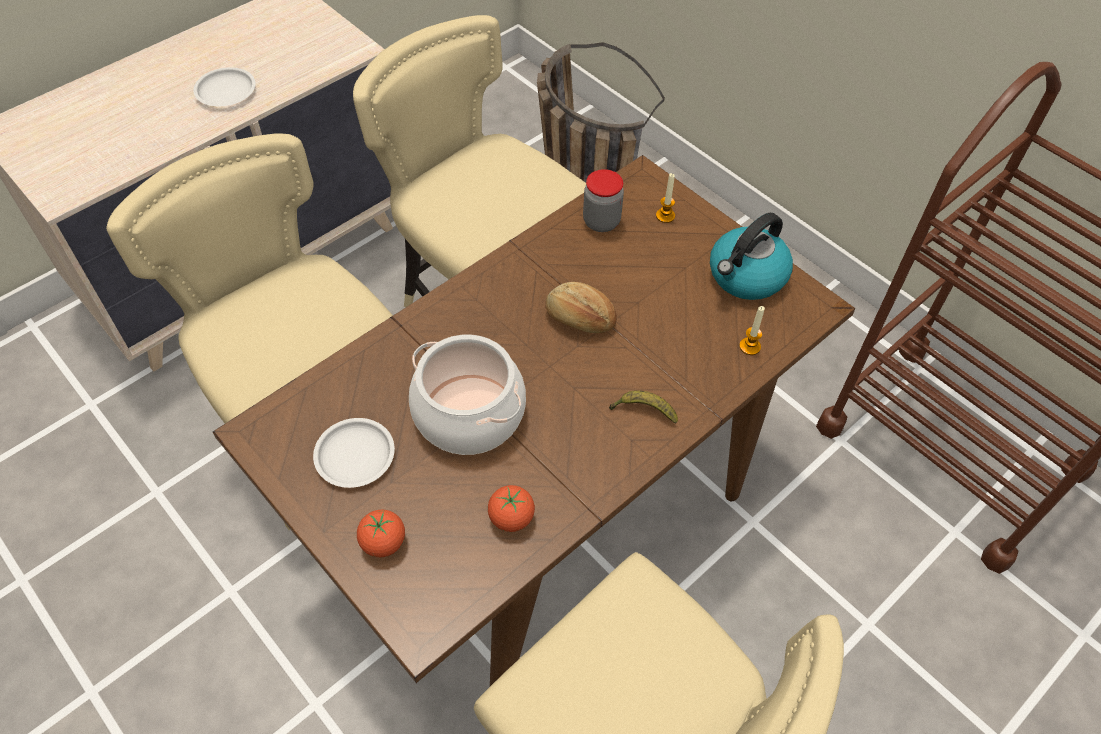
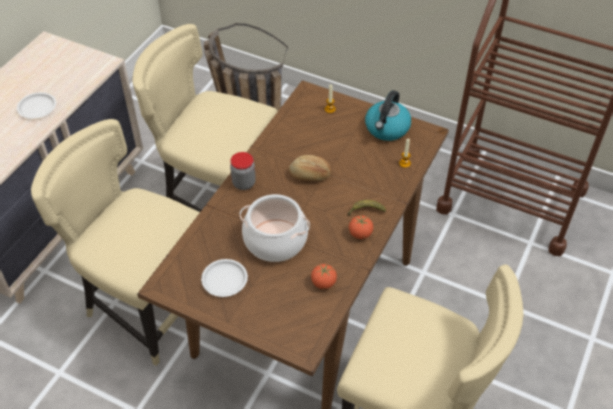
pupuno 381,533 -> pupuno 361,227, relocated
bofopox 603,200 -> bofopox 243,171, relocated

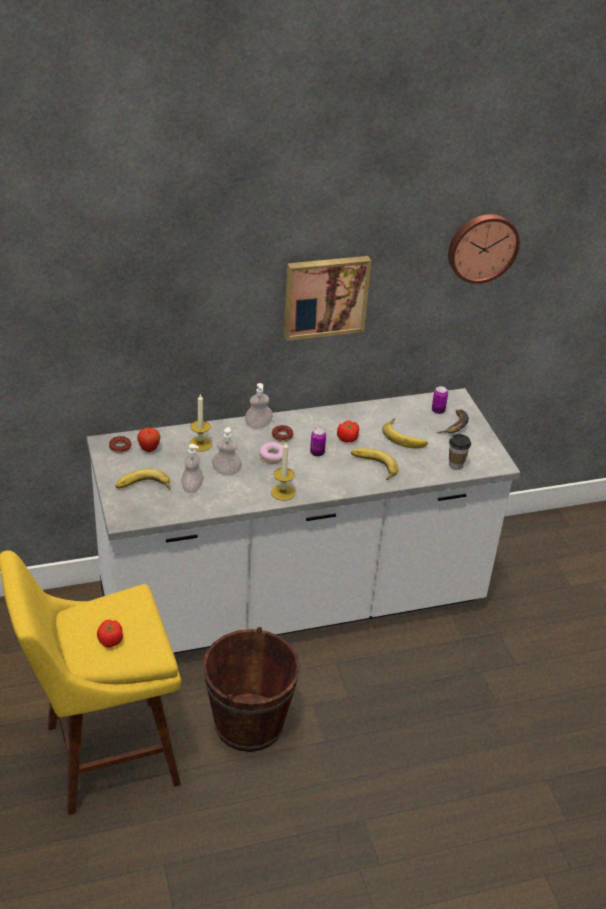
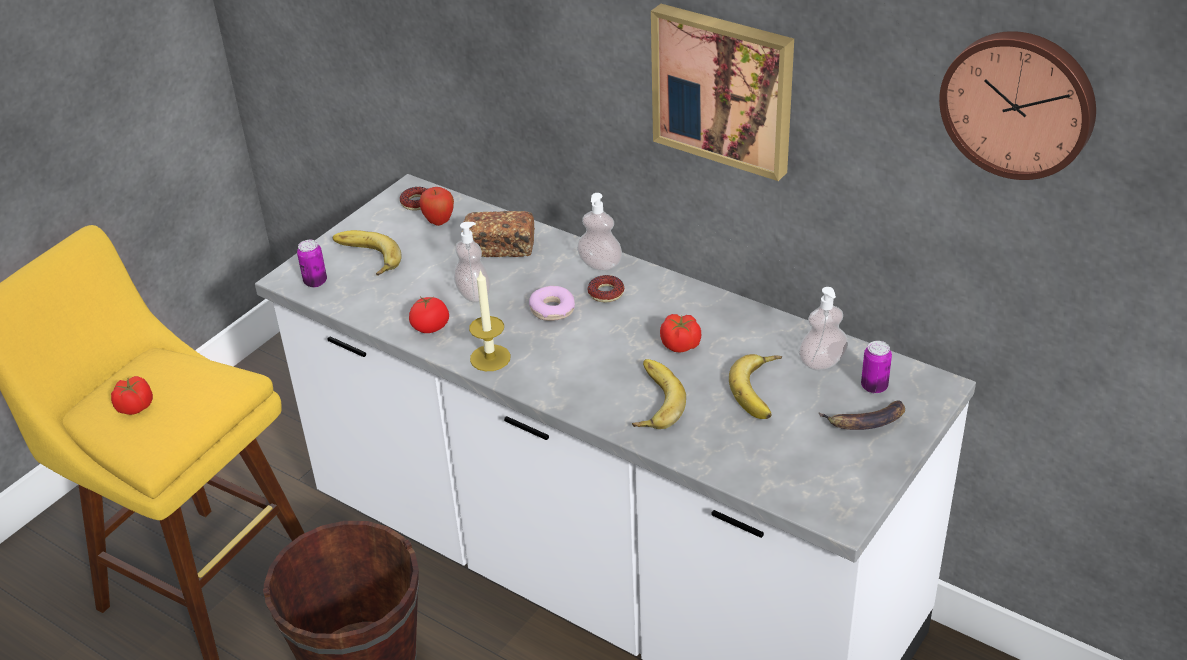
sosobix 460,452 -> none
none -> pupuno 429,314
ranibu 192,468 -> ranibu 823,328, relocated
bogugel 318,442 -> bogugel 312,263, relocated
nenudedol 200,423 -> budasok 498,234

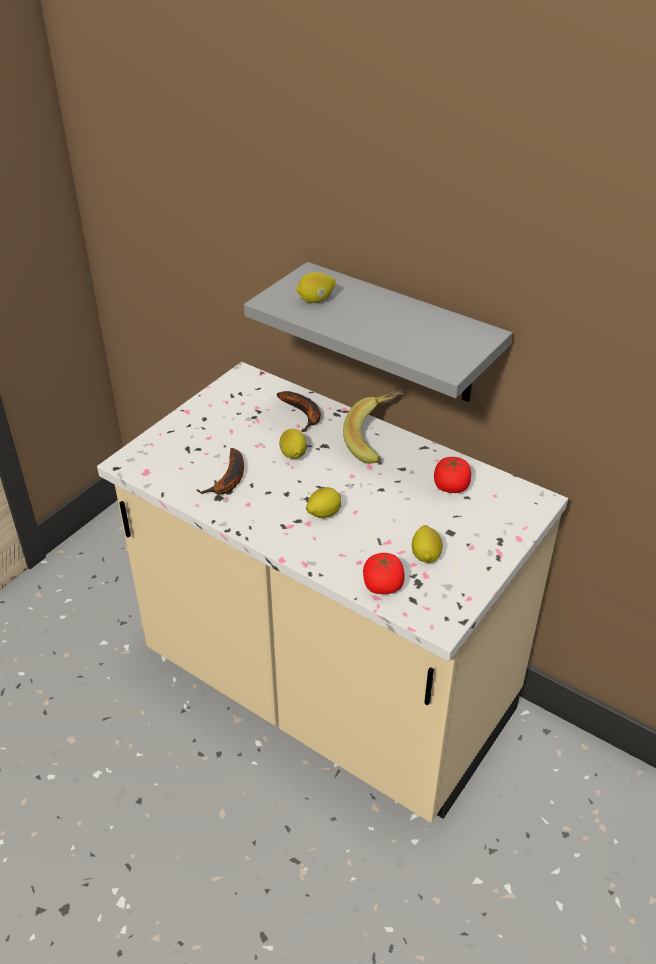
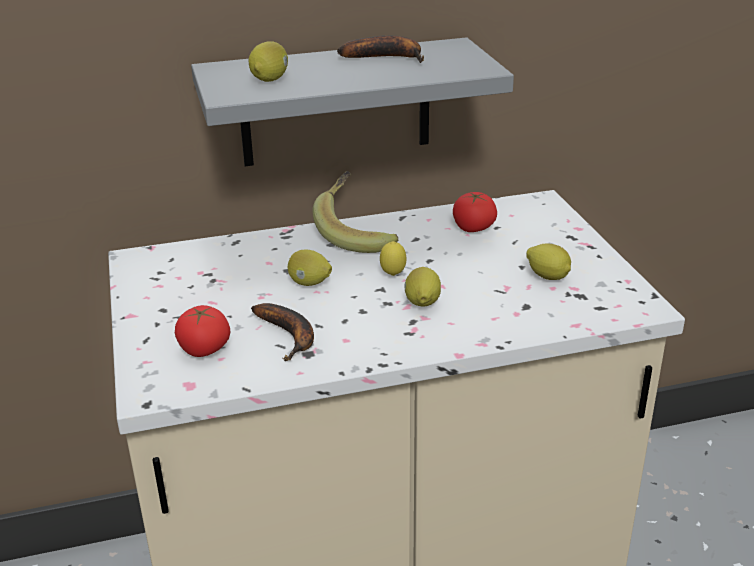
none -> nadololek 393,258
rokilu 299,411 -> rokilu 380,49, relocated
pupuno 384,573 -> pupuno 202,331, relocated

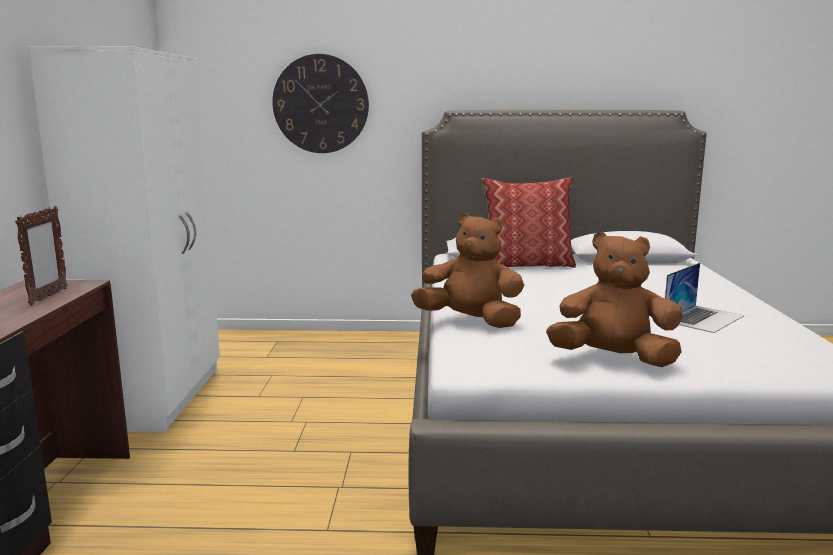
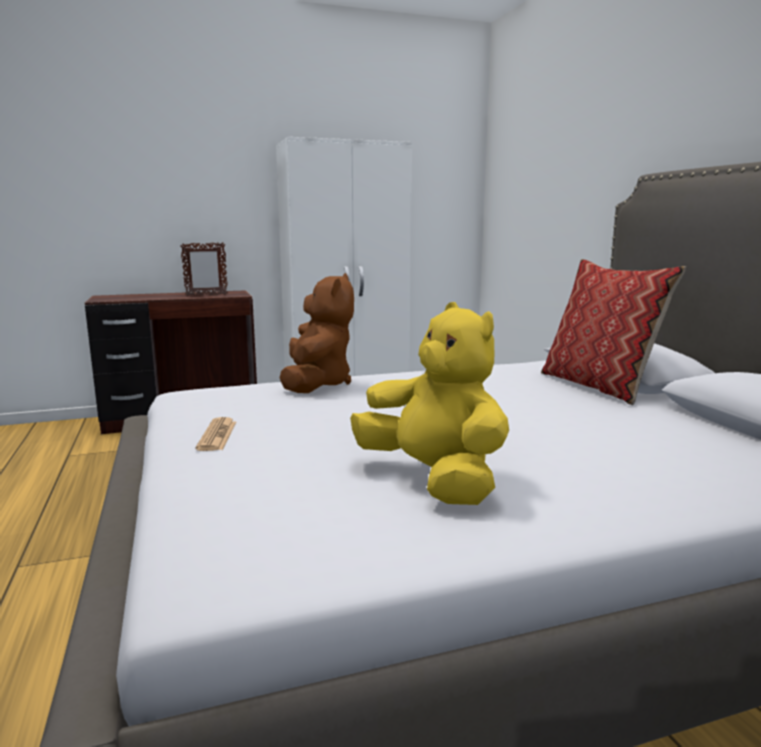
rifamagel 320,103 -> none
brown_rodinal 614,299 -> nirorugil 216,434
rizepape 704,298 -> yellow_rodinal 429,403

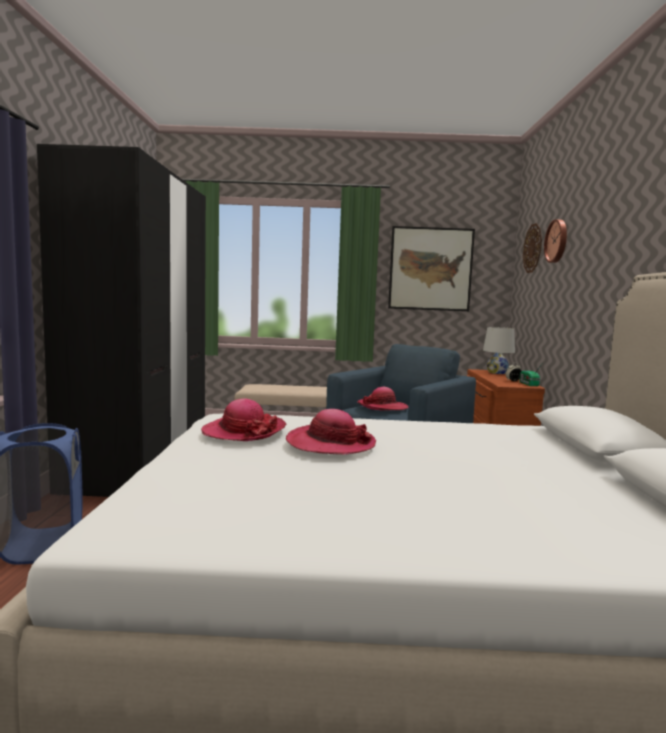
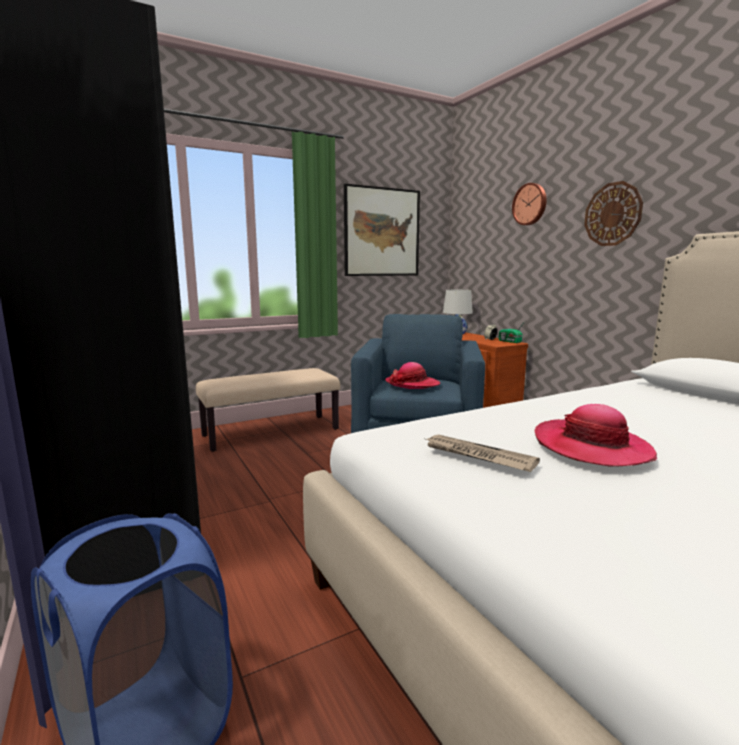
rifamagel 532,248 -> rifamagel 613,213, relocated
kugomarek 244,420 -> nirorugil 483,453

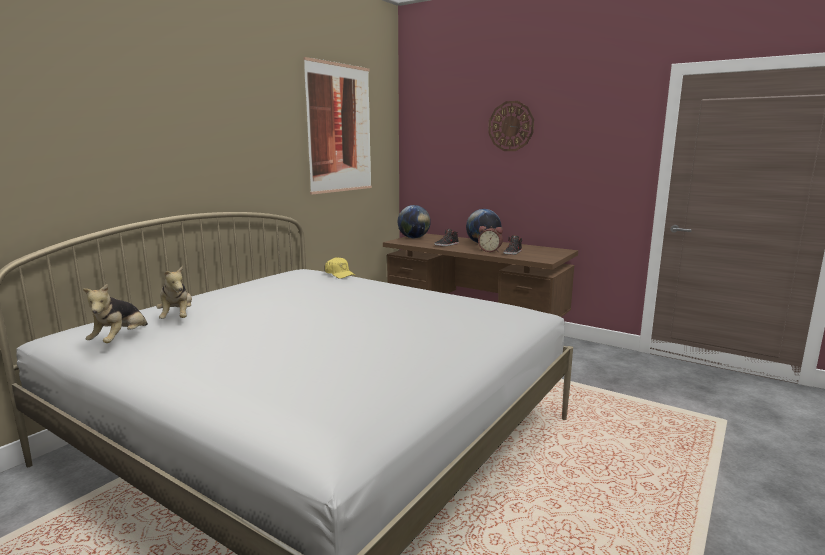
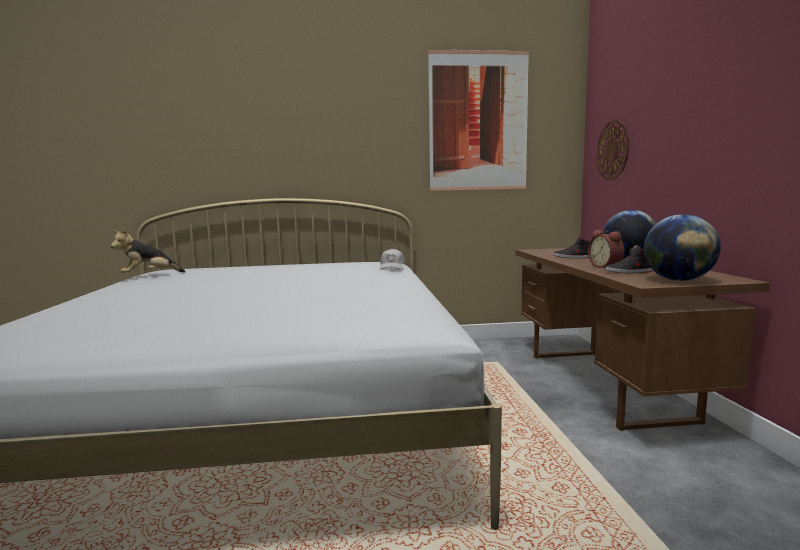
rodinal 174,292 -> none
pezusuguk 414,221 -> pezusuguk 682,247, relocated
rifamagel 511,126 -> rifamagel 612,150, relocated
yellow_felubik 340,268 -> white_felubik 392,258

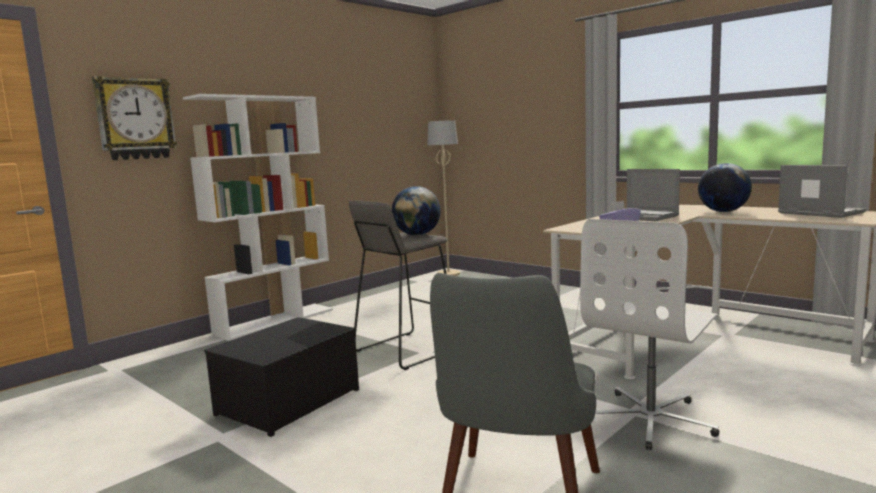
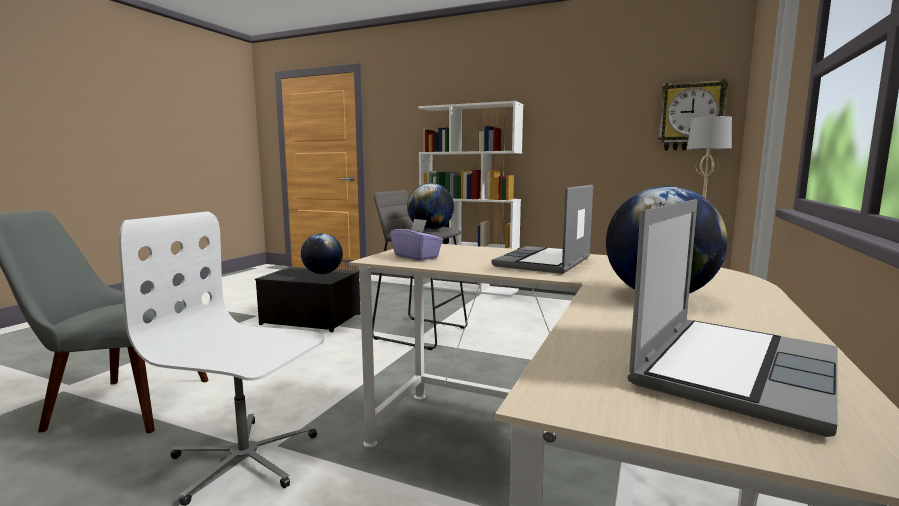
none -> pezusuguk 322,253
rifamagel 134,118 -> rifamagel 694,114, relocated

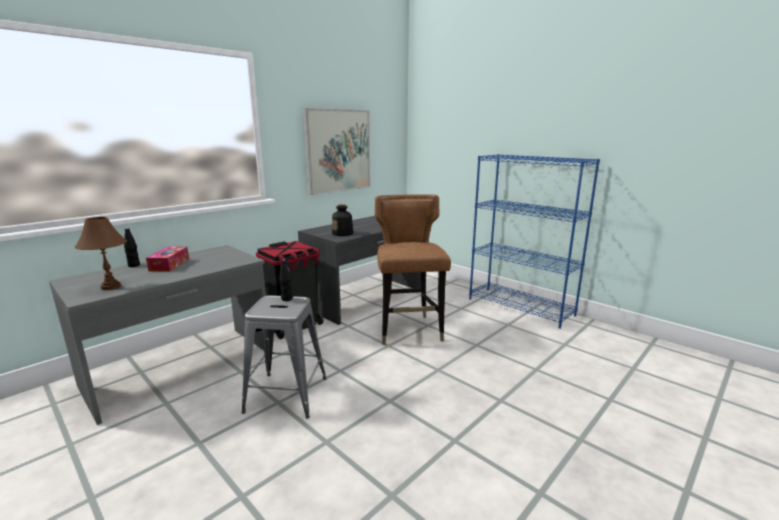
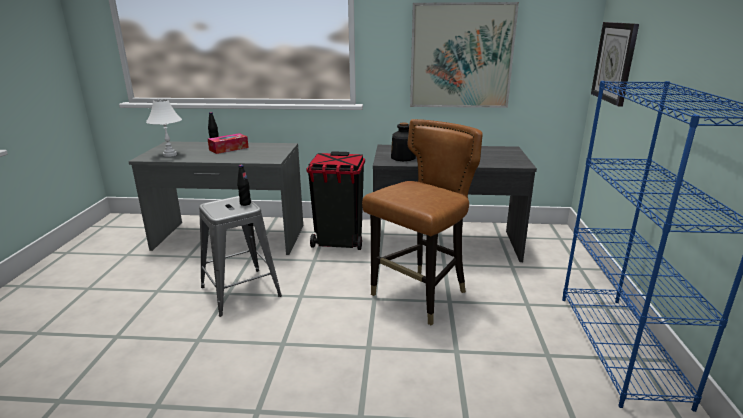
none -> rifamagel 615,64
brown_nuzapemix 101,253 -> white_nuzapemix 164,128

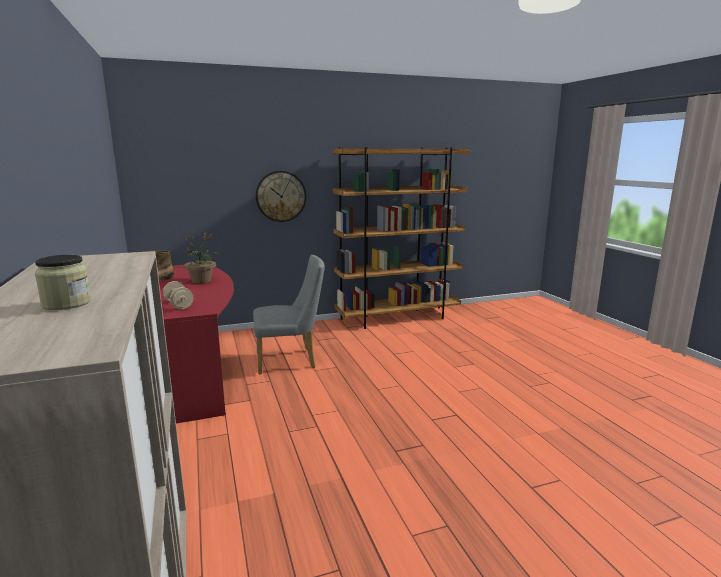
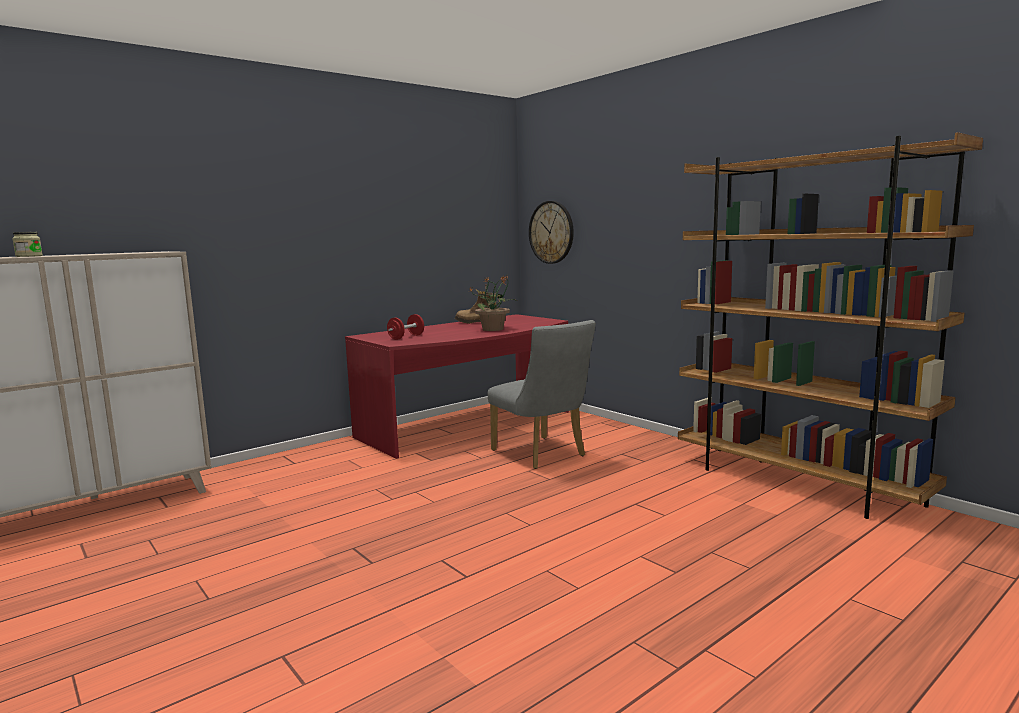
rifamagel 281,196 -> rifamagel 551,232, relocated
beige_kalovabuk 178,295 -> red_kalovabuk 405,327

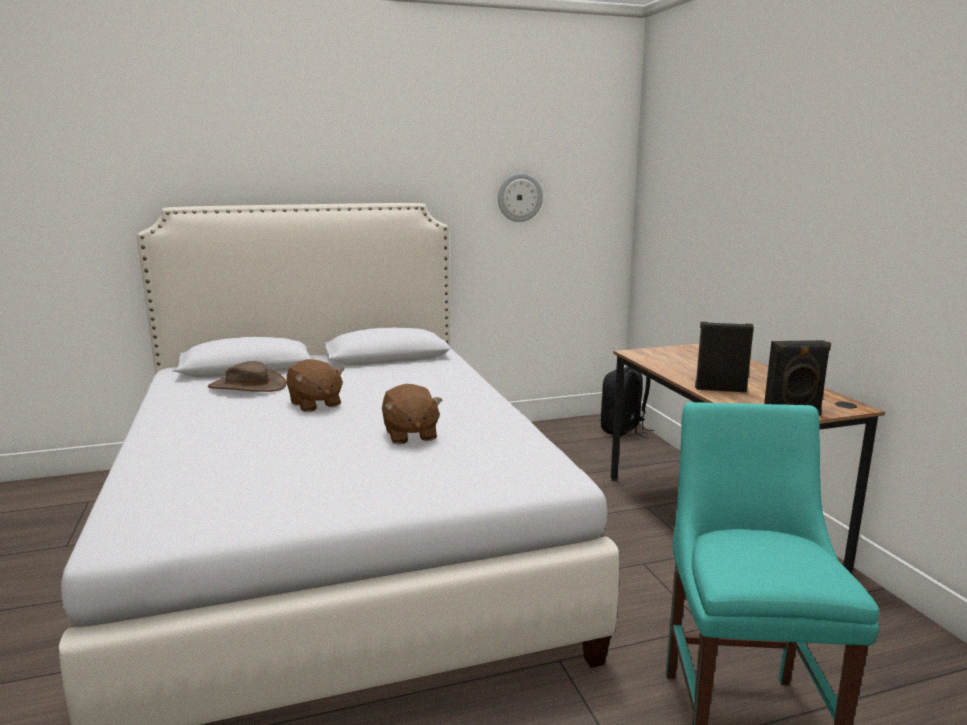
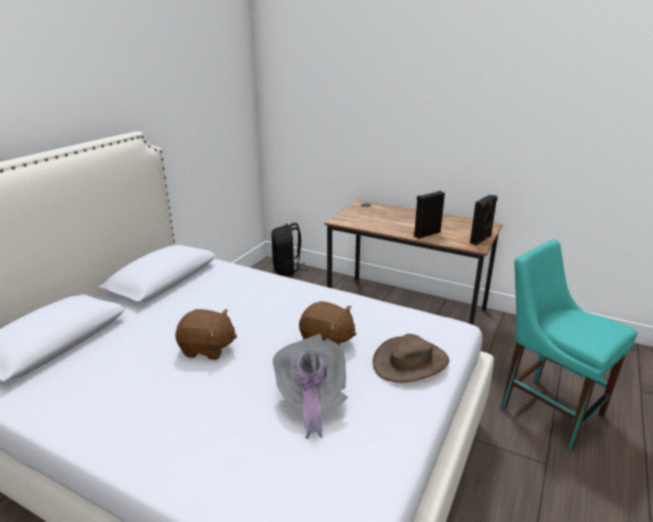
rifamagel 520,197 -> none
none -> grey_kugomarek 310,386
brown_kugomarek 247,376 -> brown_kugomarek 411,358, relocated

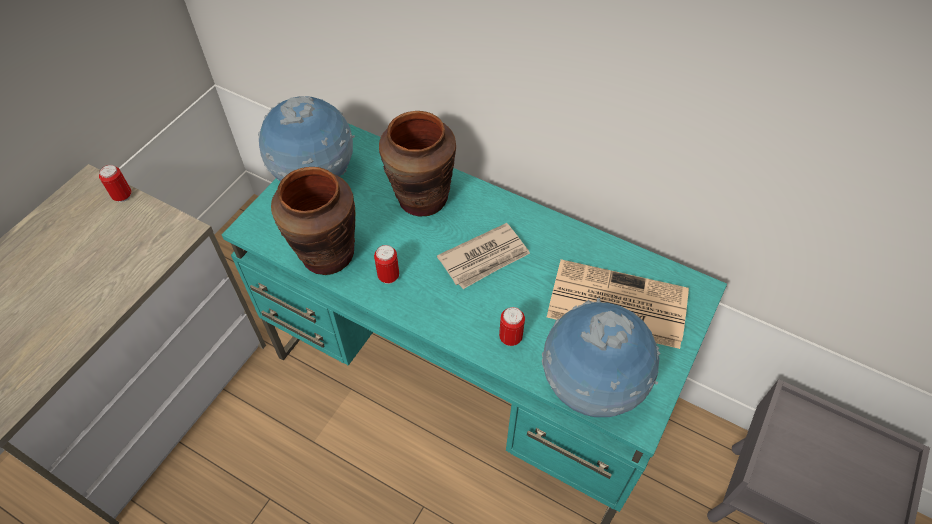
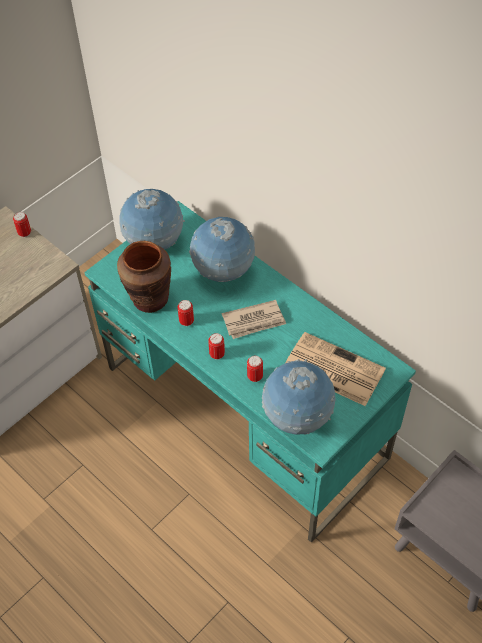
none -> bogugel 216,346
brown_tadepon 417,164 -> pezusuguk 222,249

